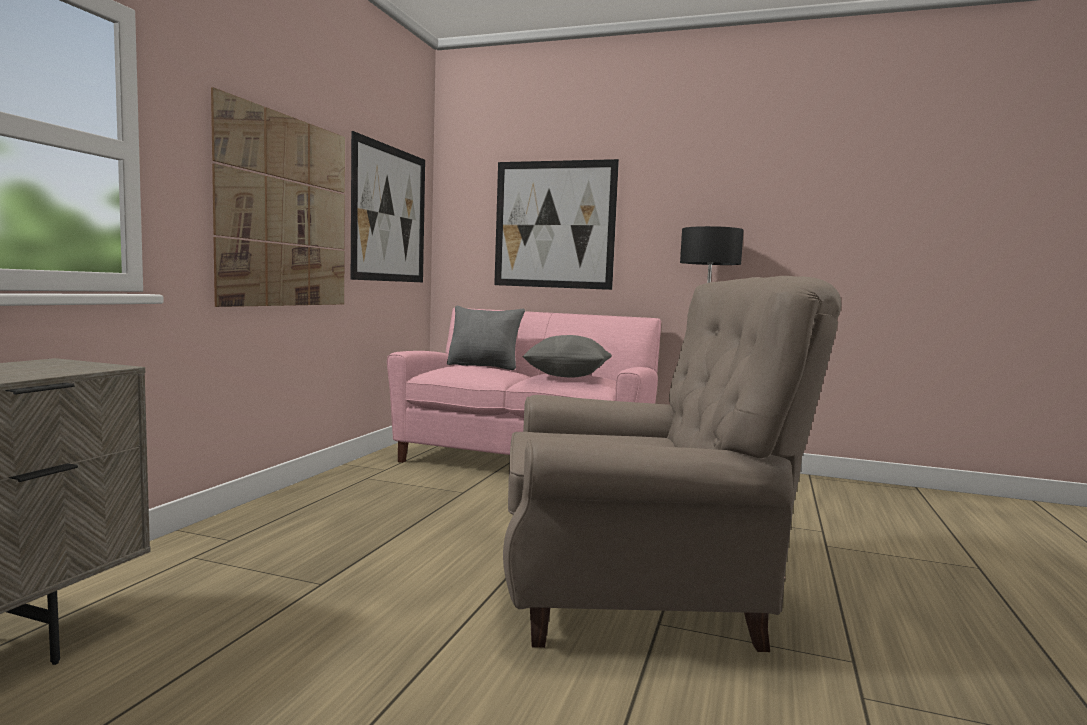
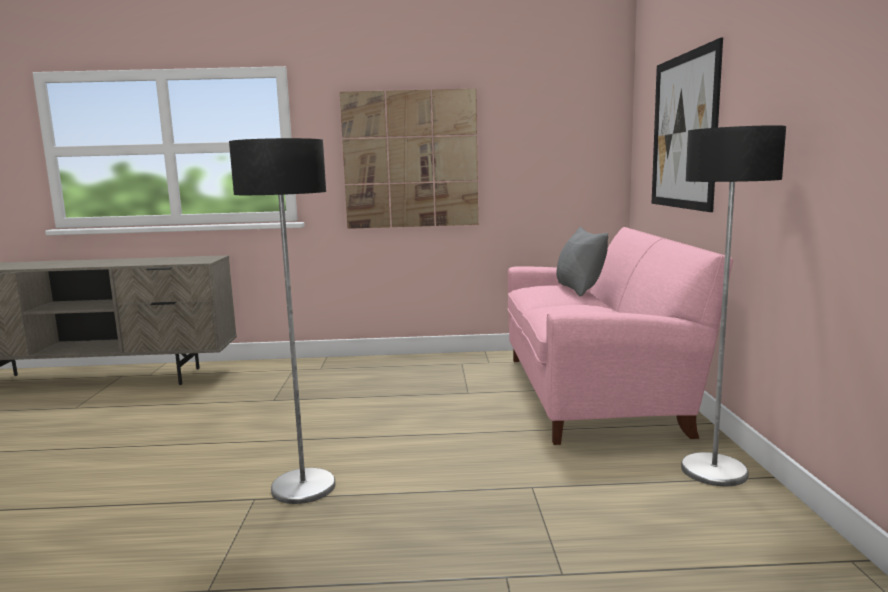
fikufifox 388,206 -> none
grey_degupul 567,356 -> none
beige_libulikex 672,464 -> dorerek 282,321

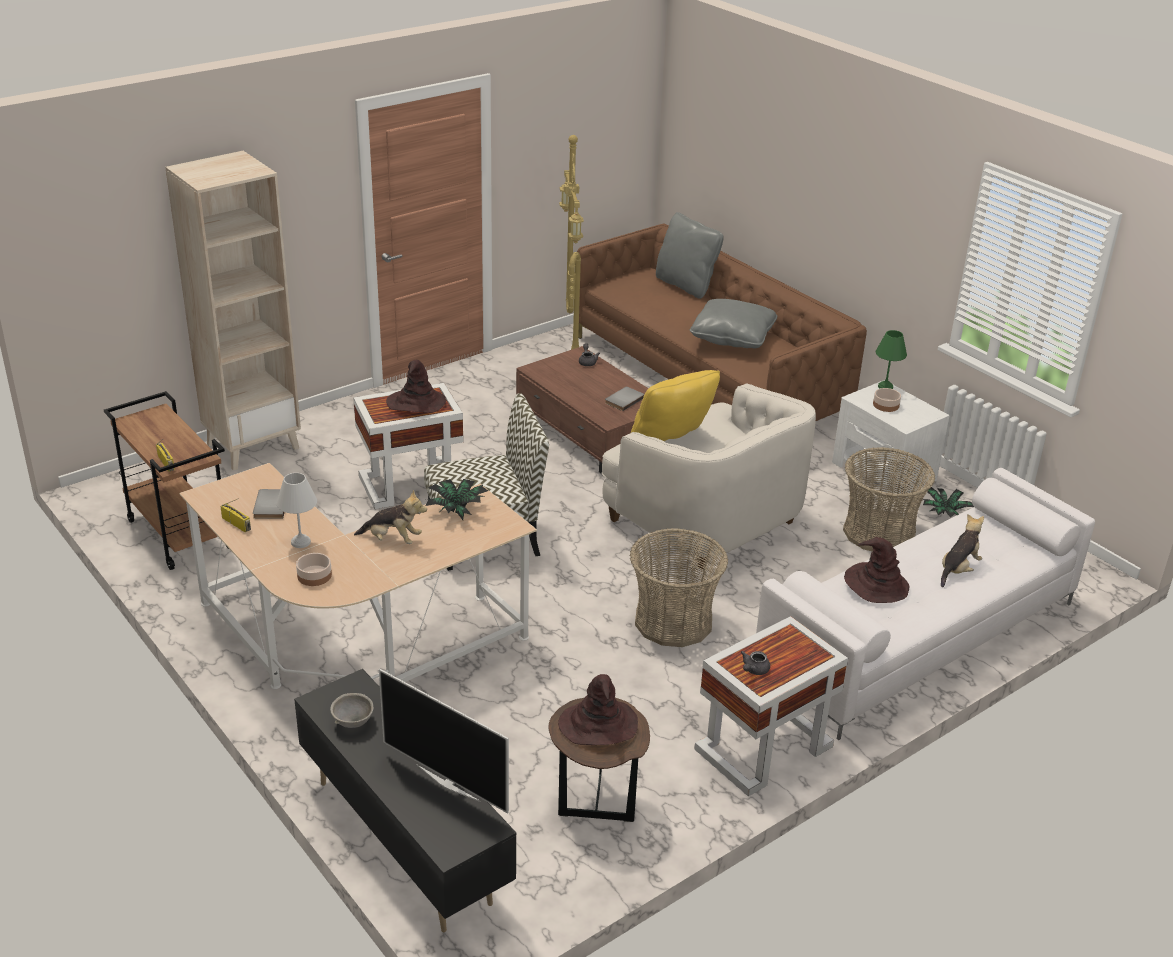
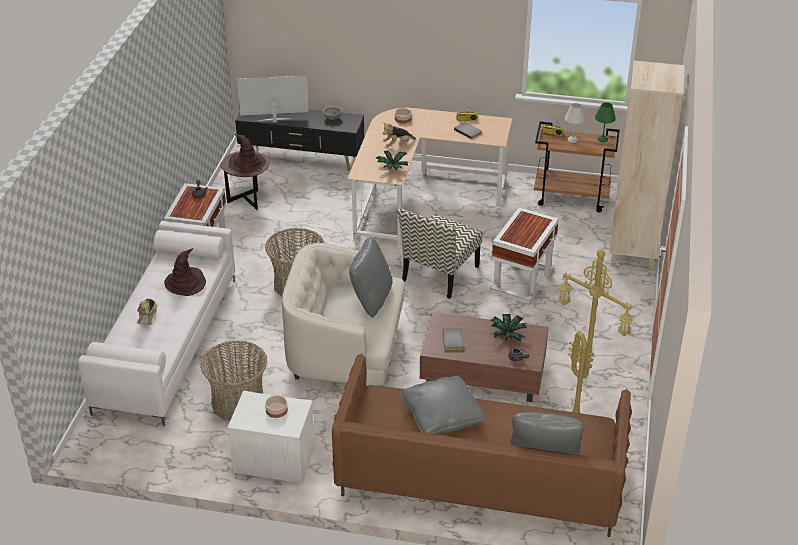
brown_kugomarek 416,386 -> none
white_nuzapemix 297,510 -> white_nuzapemix 575,123, relocated
green_nuzapemix 891,359 -> green_nuzapemix 605,122, relocated
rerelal 948,502 -> rerelal 508,328, relocated
yellow_degupul 675,405 -> grey_degupul 371,277

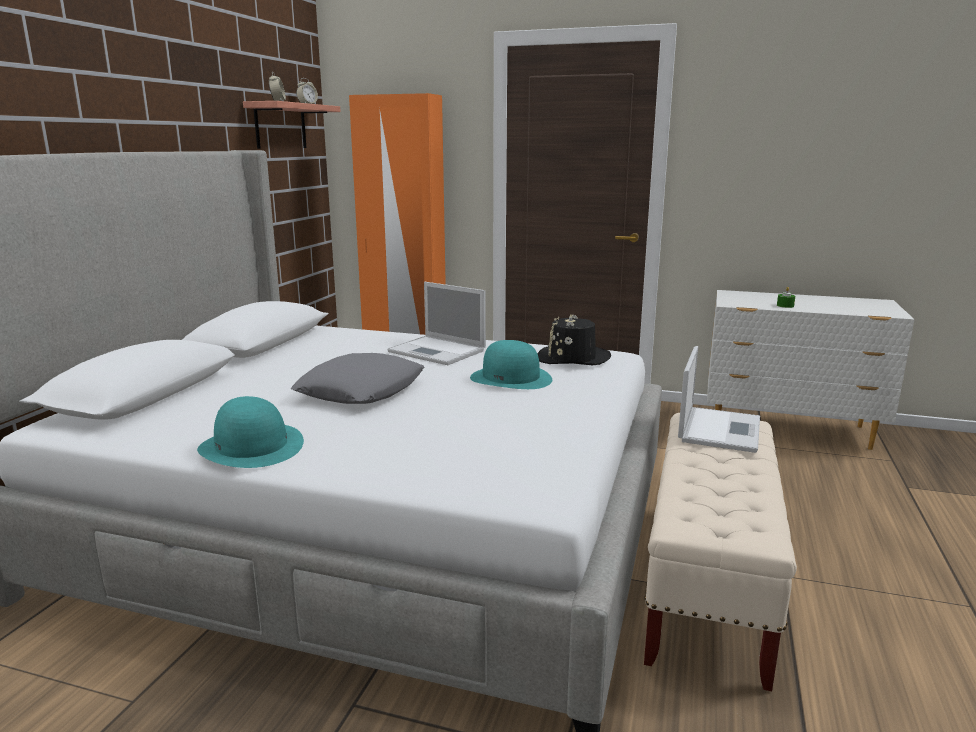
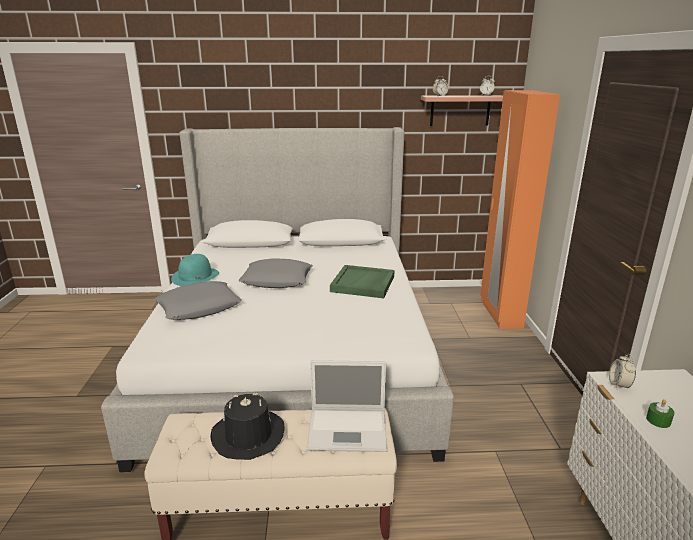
turquoise_kugomarek 511,364 -> none
none -> grey_degupul 198,300
none -> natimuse 622,371
black_kugomarek 574,340 -> black_kugomarek 247,426, relocated
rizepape 436,323 -> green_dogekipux 362,281

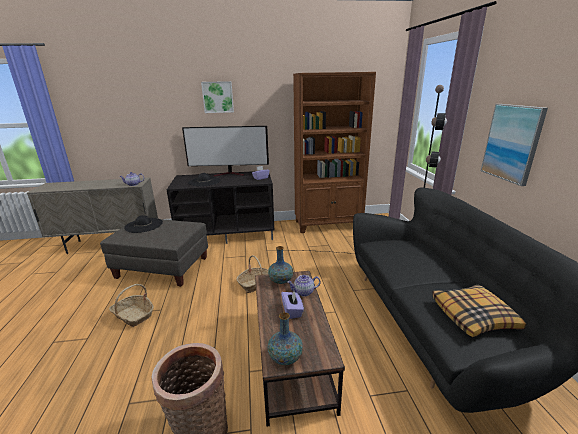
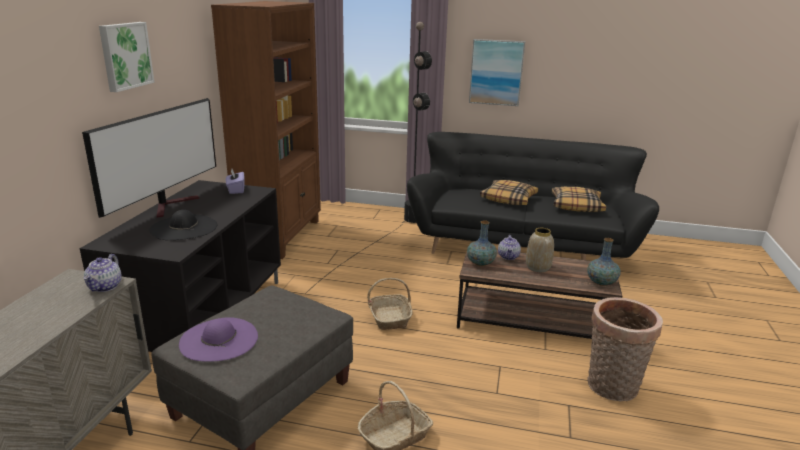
none -> degupul 509,192
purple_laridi 292,305 -> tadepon 540,250
black_kugomarek 143,224 -> purple_kugomarek 218,339

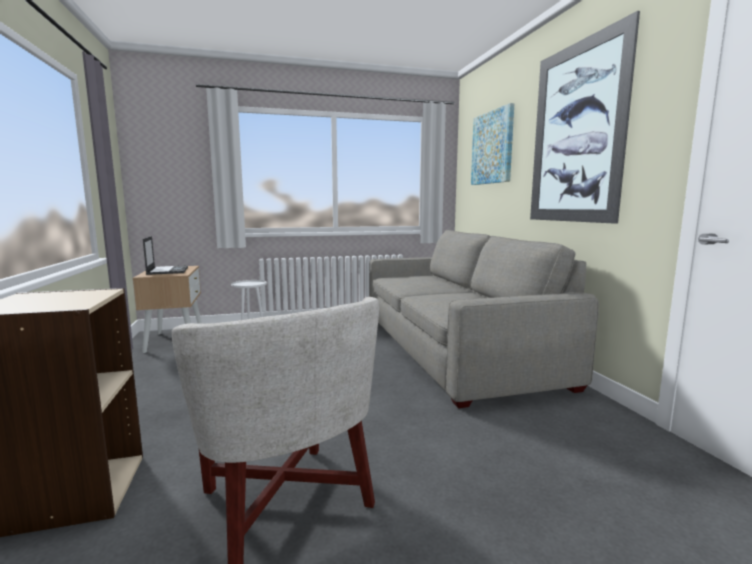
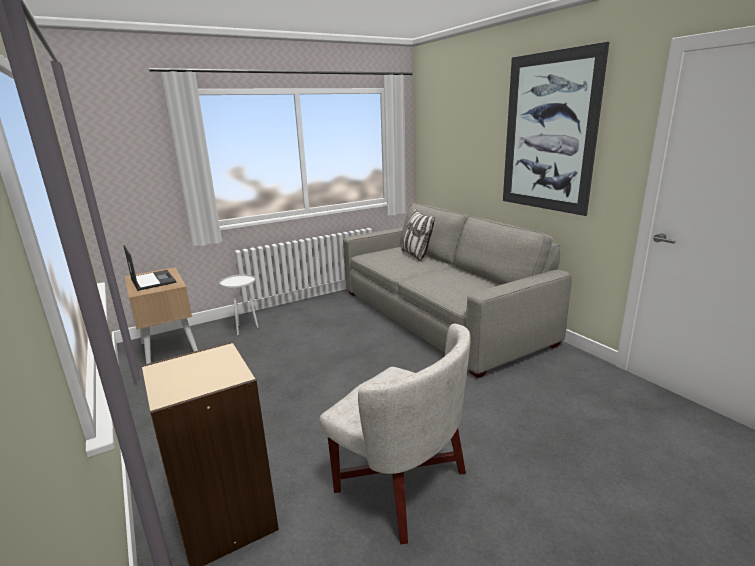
fikufifox 492,144 -> none
none -> degupul 418,235

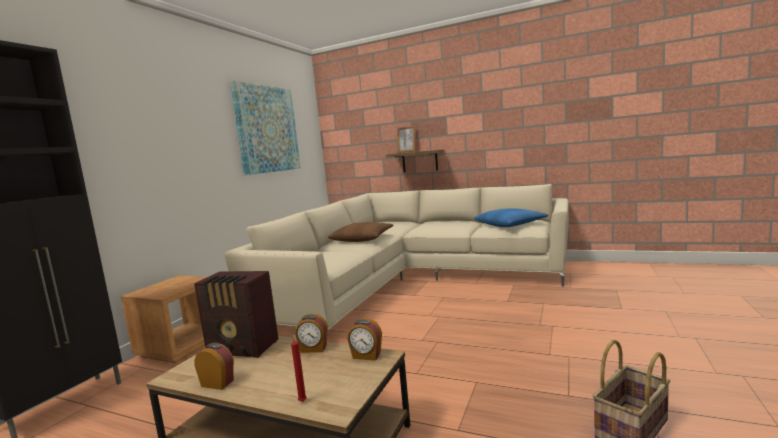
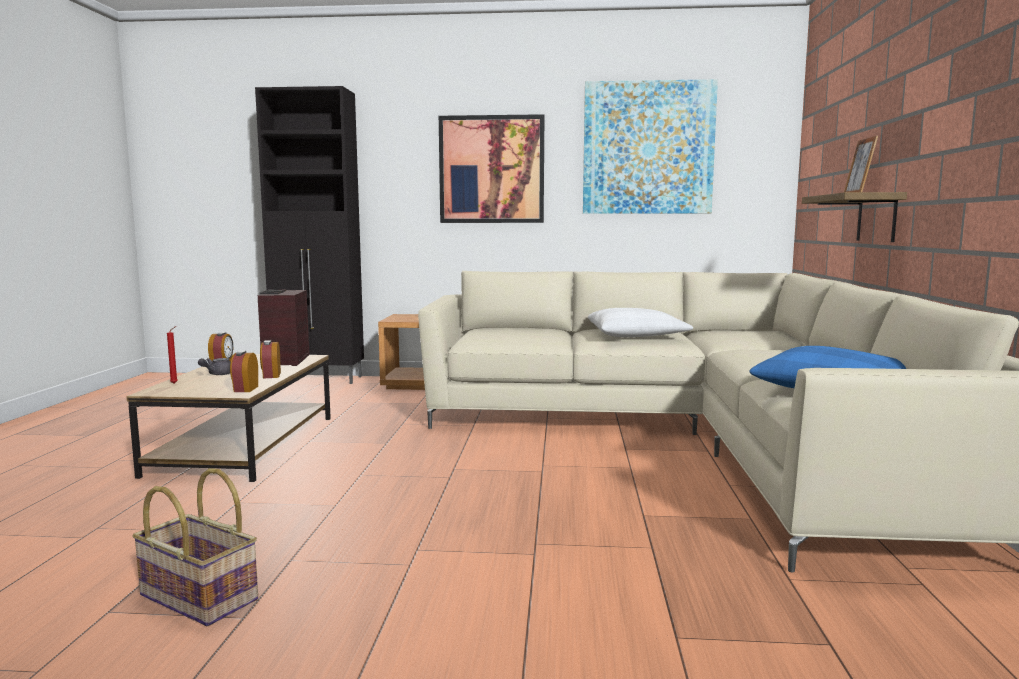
none -> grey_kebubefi 214,366
none -> fikufifox 491,168
brown_degupul 360,232 -> white_degupul 640,322

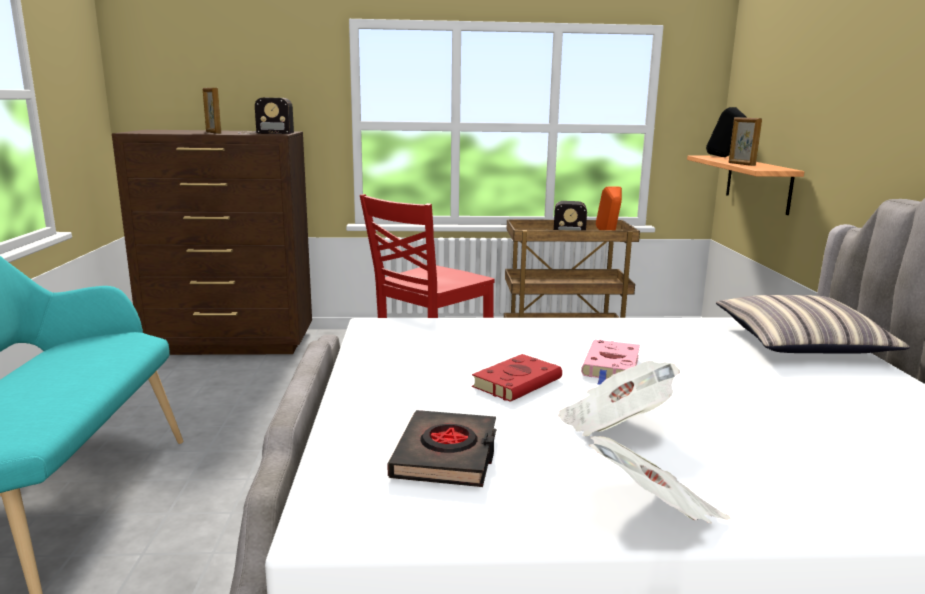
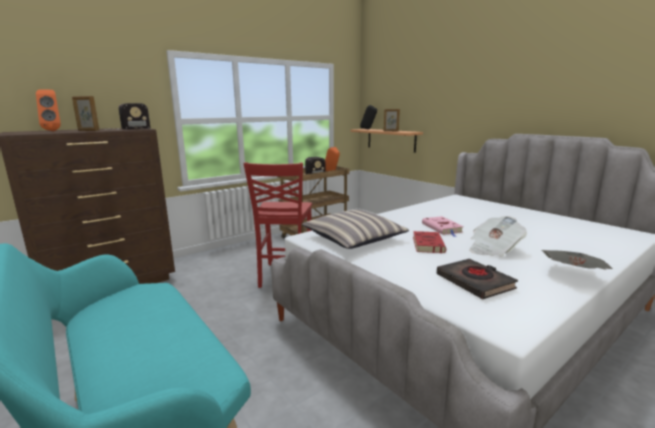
none -> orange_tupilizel 48,110
degupul 813,324 -> degupul 355,229, relocated

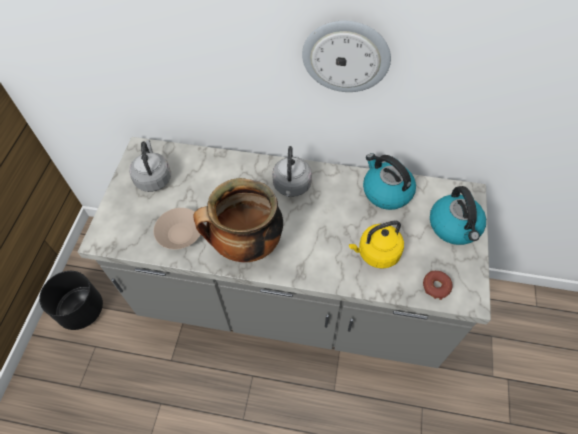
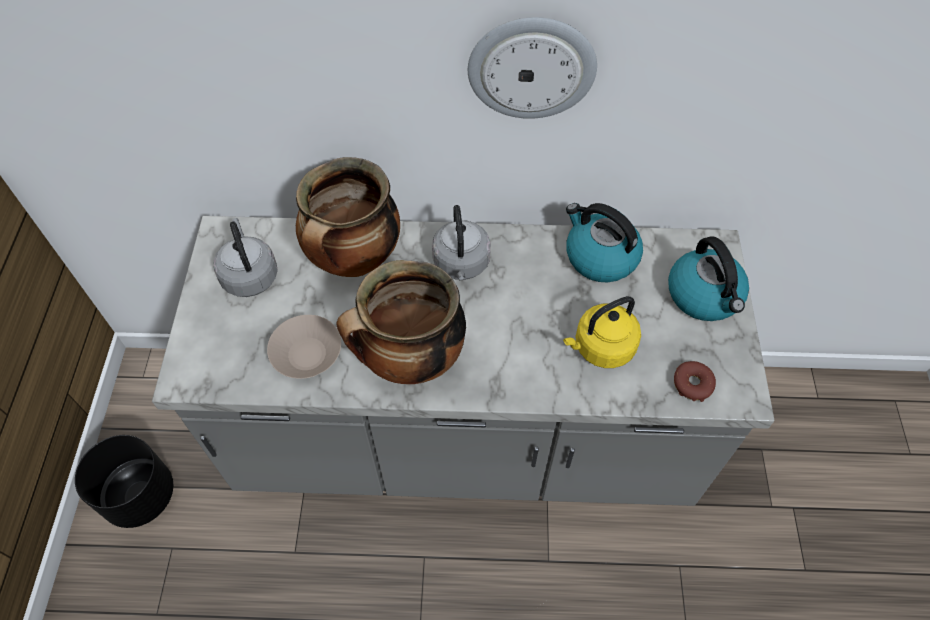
none -> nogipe 348,217

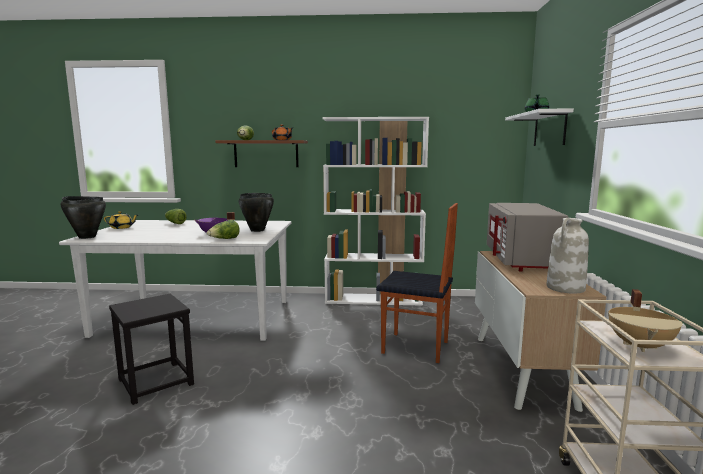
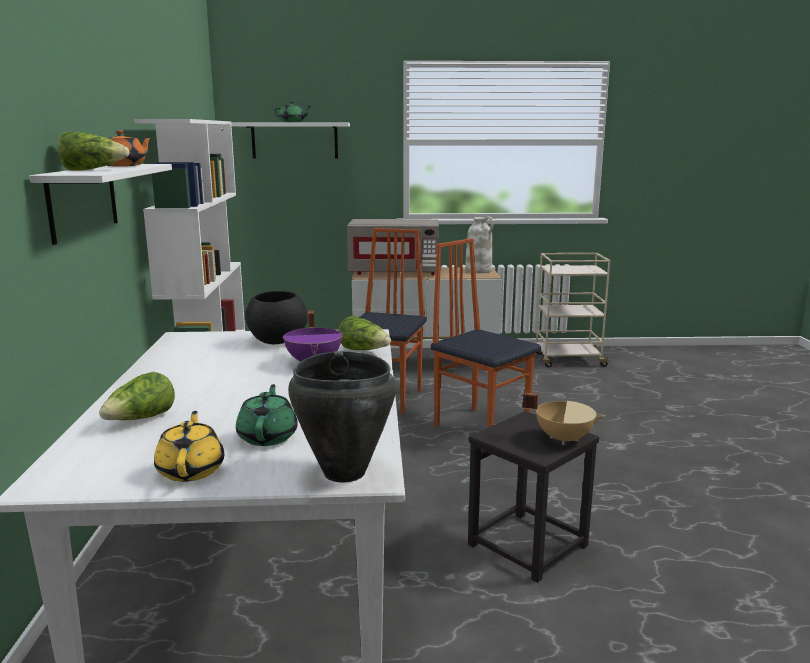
none -> green_kebubefi 267,415
none -> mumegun 486,333
beige_nogipe 645,320 -> beige_nogipe 564,418, relocated
black_nogipe 256,212 -> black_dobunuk 276,317
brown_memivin 261,153 -> white_memivin 101,204

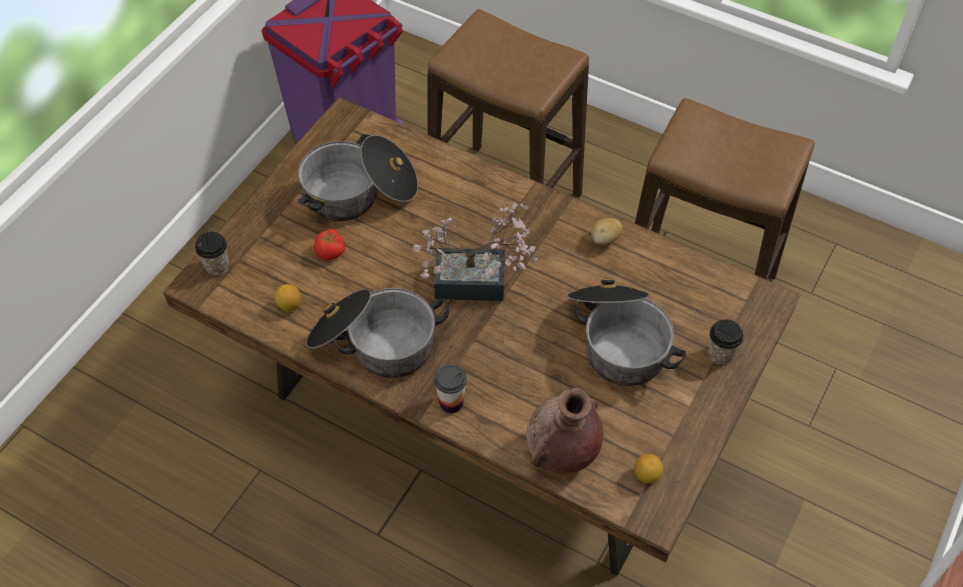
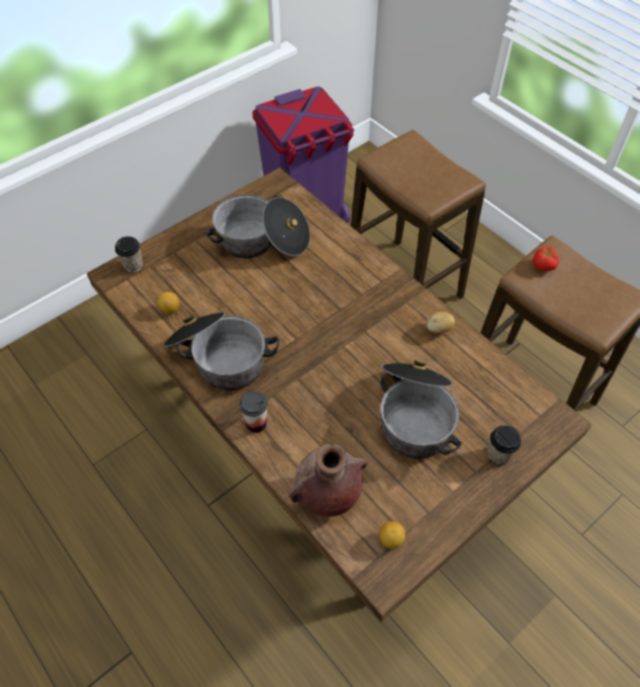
rerelal 475,251 -> none
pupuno 329,244 -> pupuno 546,259, relocated

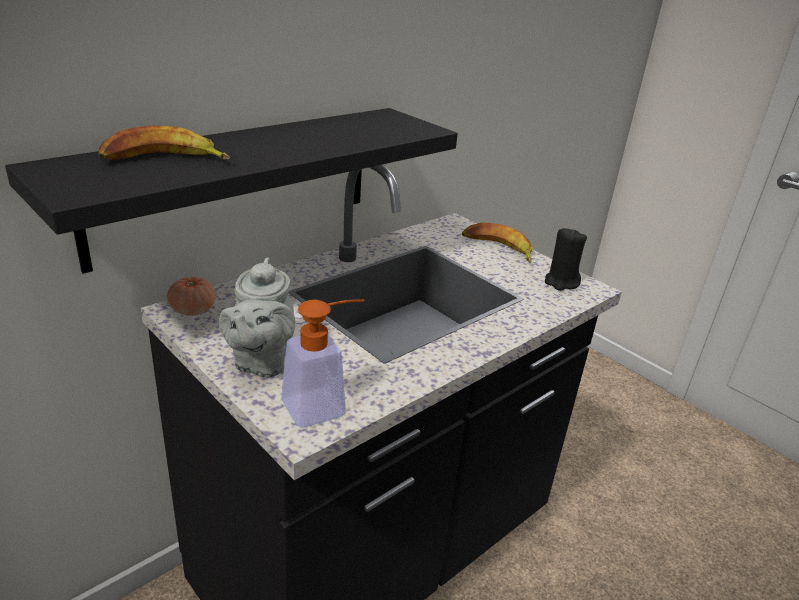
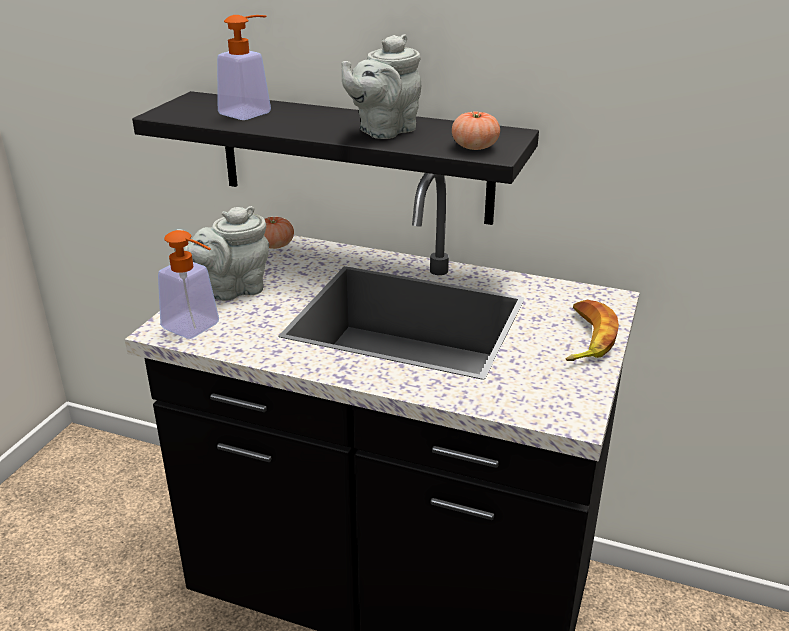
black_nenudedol 566,259 -> none
none -> grey_kebubefi 381,86
none -> pupuno 476,131
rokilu 164,143 -> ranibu 244,67

